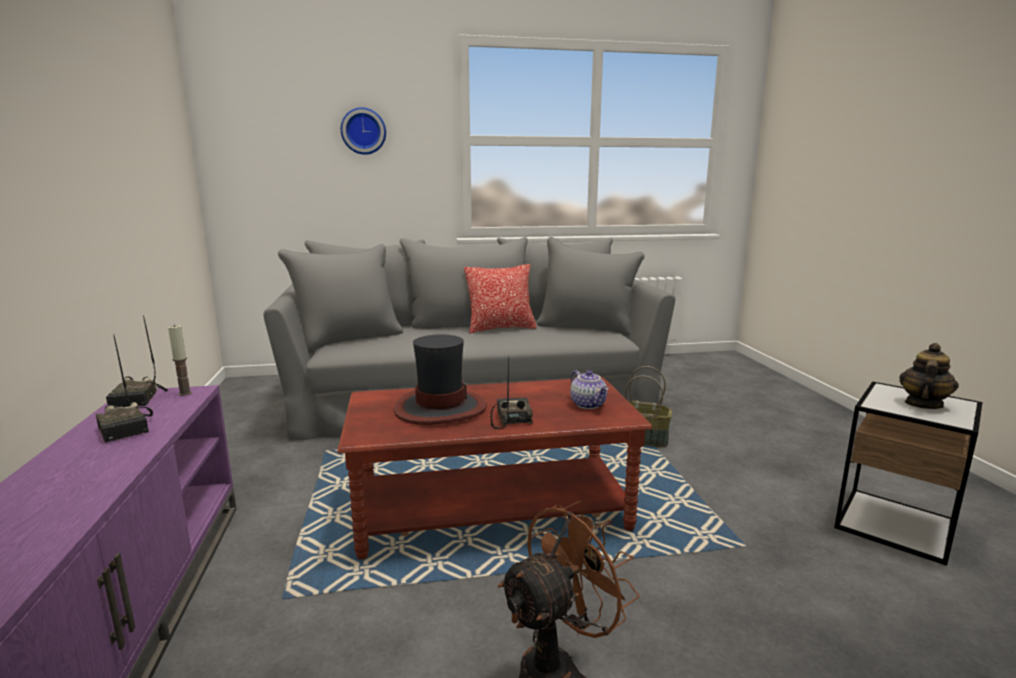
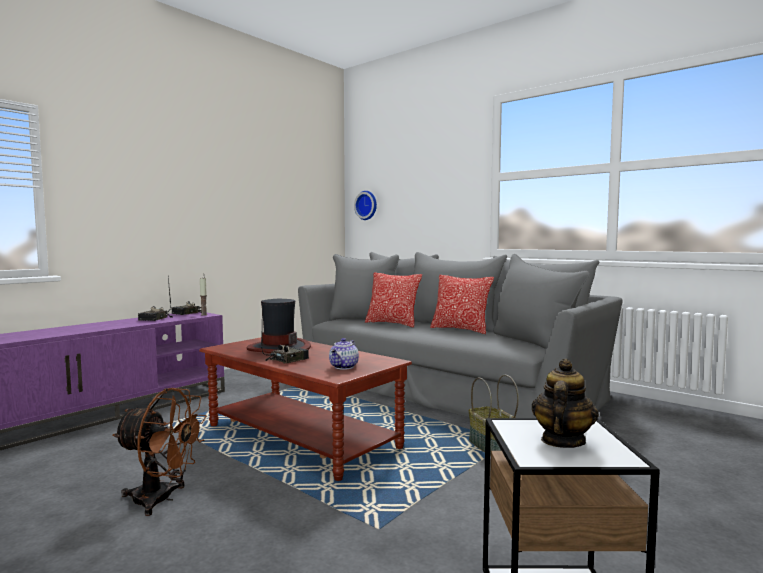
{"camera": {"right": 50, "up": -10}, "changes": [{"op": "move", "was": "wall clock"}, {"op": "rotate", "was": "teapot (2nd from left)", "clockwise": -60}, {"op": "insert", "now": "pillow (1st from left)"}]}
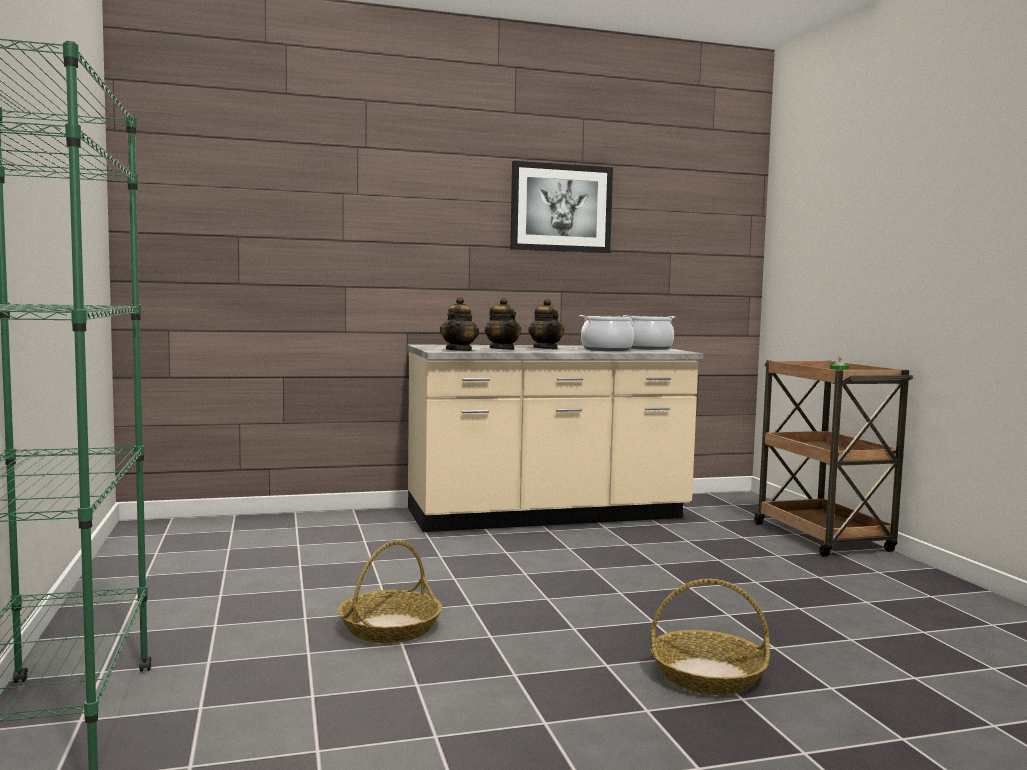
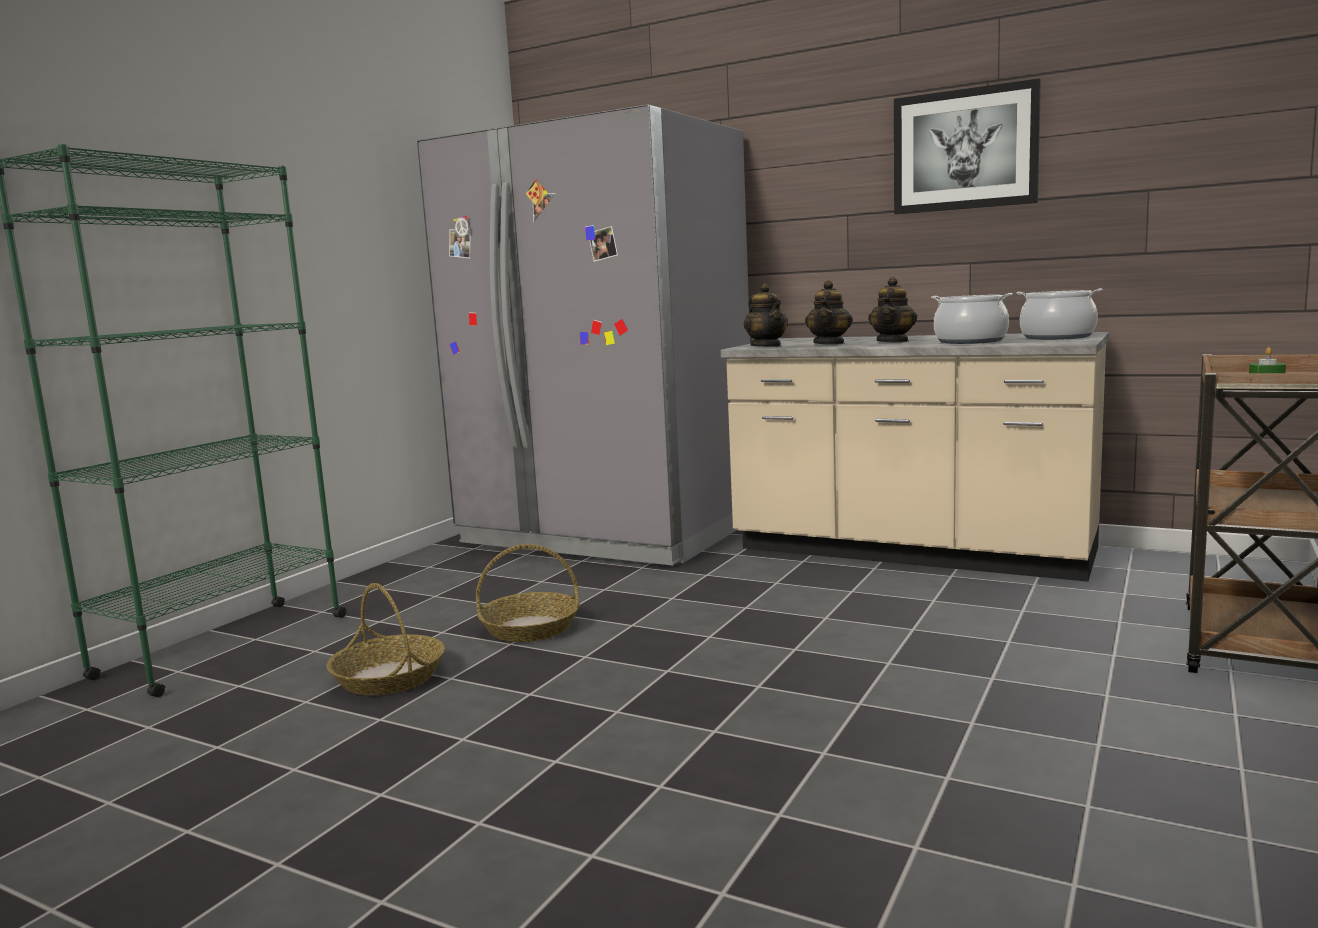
{"camera": {"right": 45, "up": 5}, "changes": [{"op": "rotate", "was": "teapot (1st from left)", "clockwise": -75}, {"op": "move", "was": "basket (2nd from left in the first image)", "now": "basket (1st from left)"}, {"op": "insert", "now": "grey fridge"}]}
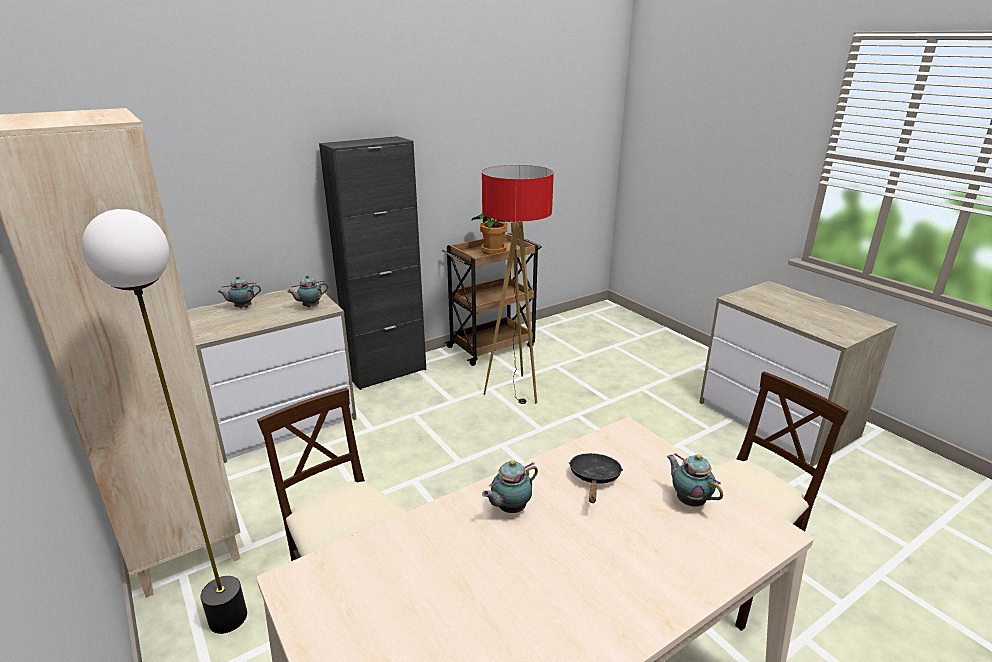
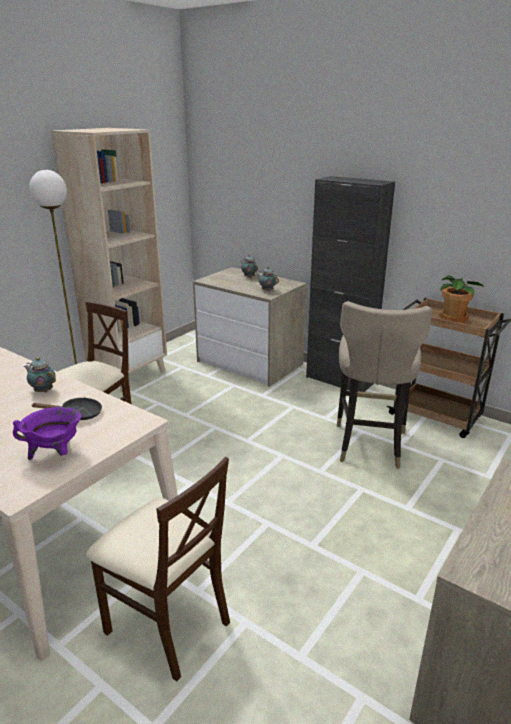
{"camera": {"right": 70, "up": 0}, "changes": [{"op": "replace", "was": "floor lamp (2nd from left)", "now": "beige stool"}, {"op": "replace", "was": "teapot (4th from left)", "now": "purple cooking pot"}]}
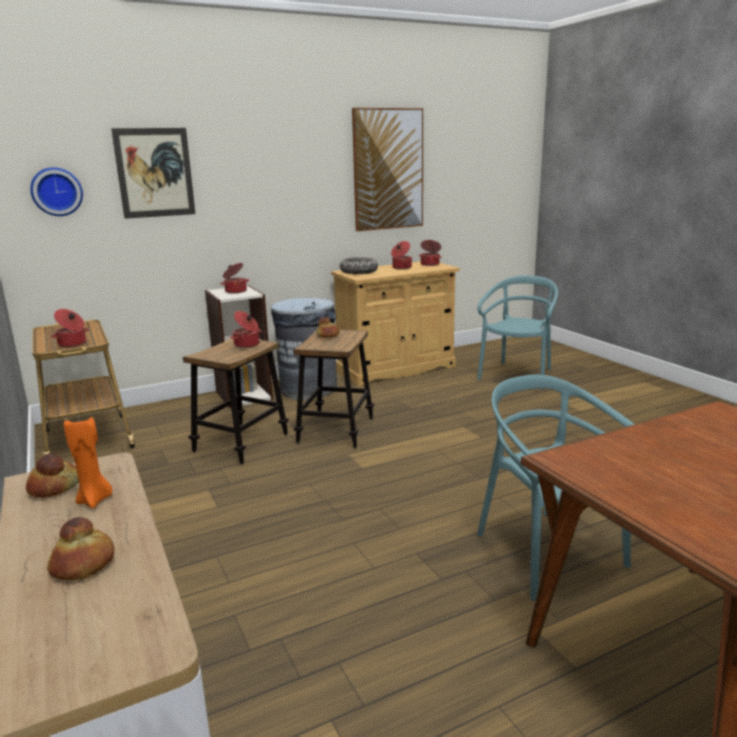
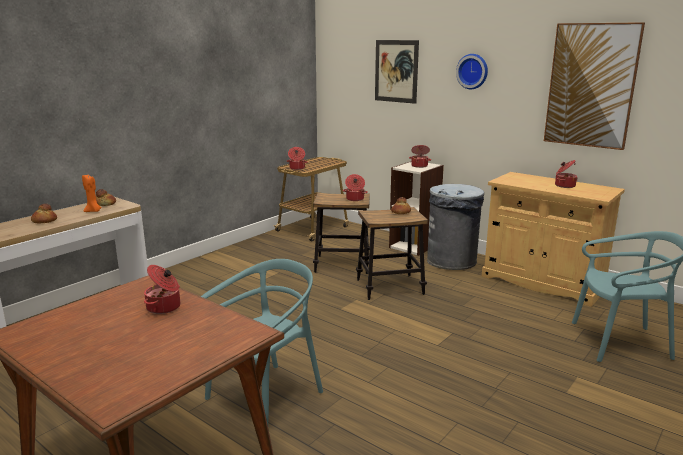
{"camera": {"right": 65, "up": 0}, "changes": [{"op": "move", "was": "wall clock"}, {"op": "move", "was": "cooking pot (5th from left in the first image)", "now": "cooking pot (1st from left)"}, {"op": "delete", "was": "bowl"}]}
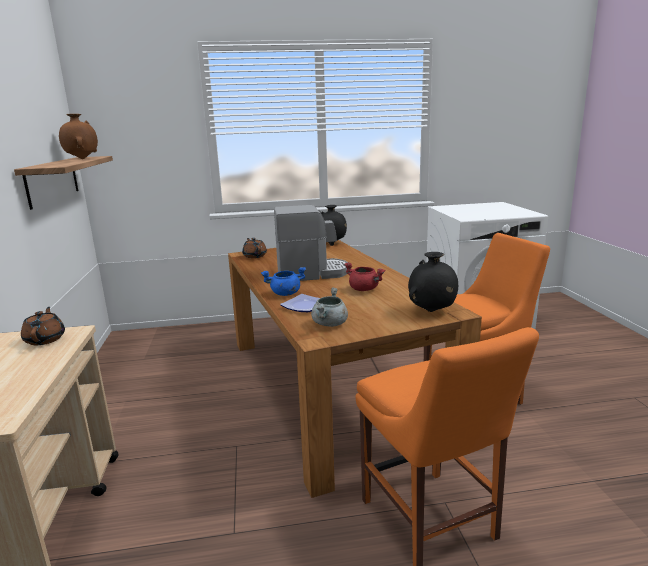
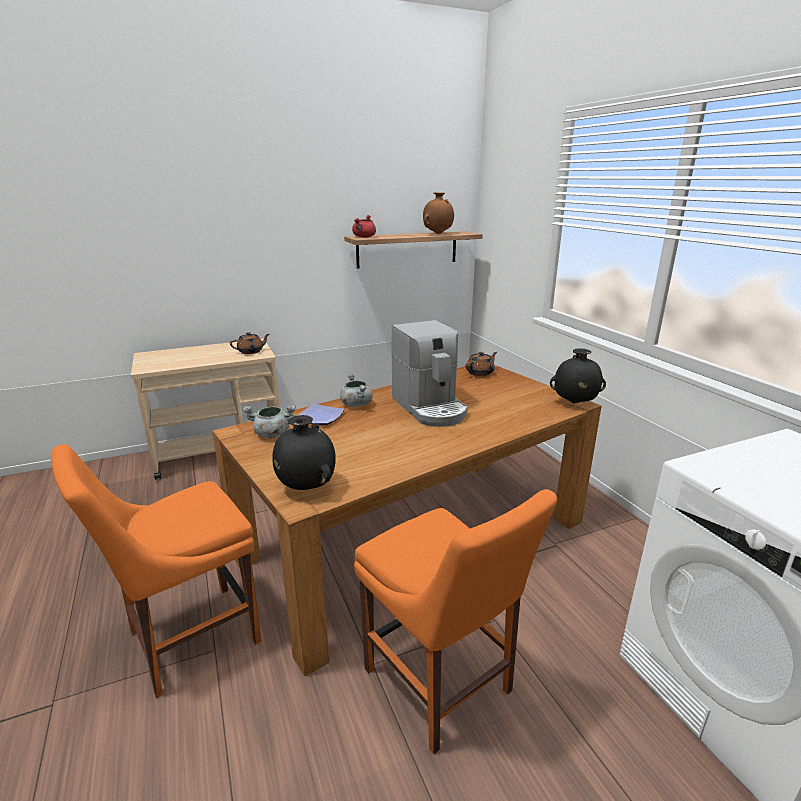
{"camera": {"right": 75, "up": 5}, "changes": [{"op": "move", "was": "red cooking pot"}, {"op": "recolor", "was": "blue cooking pot", "now": "grey cooking pot (2nd from left)"}]}
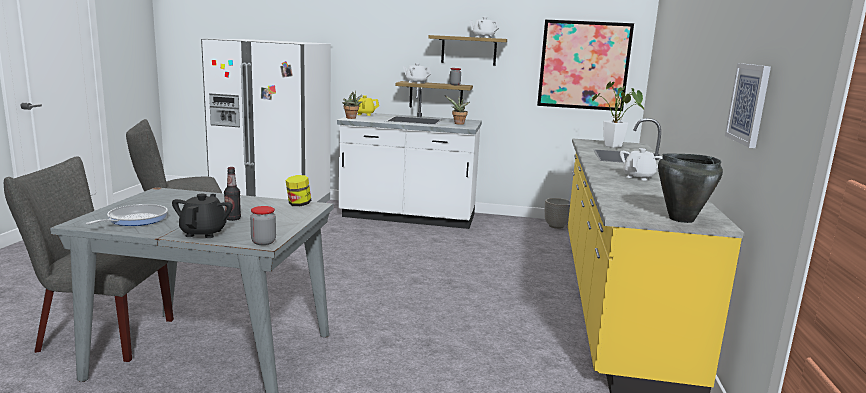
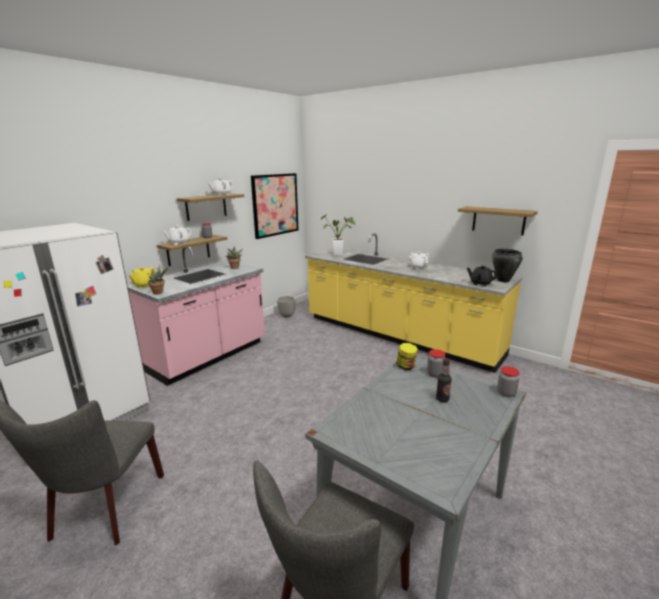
{"camera": {"right": -60, "up": 5}, "changes": [{"op": "replace", "was": "picture (2nd from left)", "now": "shelf (3rd from left)"}, {"op": "recolor", "was": "white counter", "now": "pink counter"}, {"op": "move", "was": "black teapot"}, {"op": "delete", "was": "frying pan"}, {"op": "insert", "now": "jar (3rd from left)"}]}
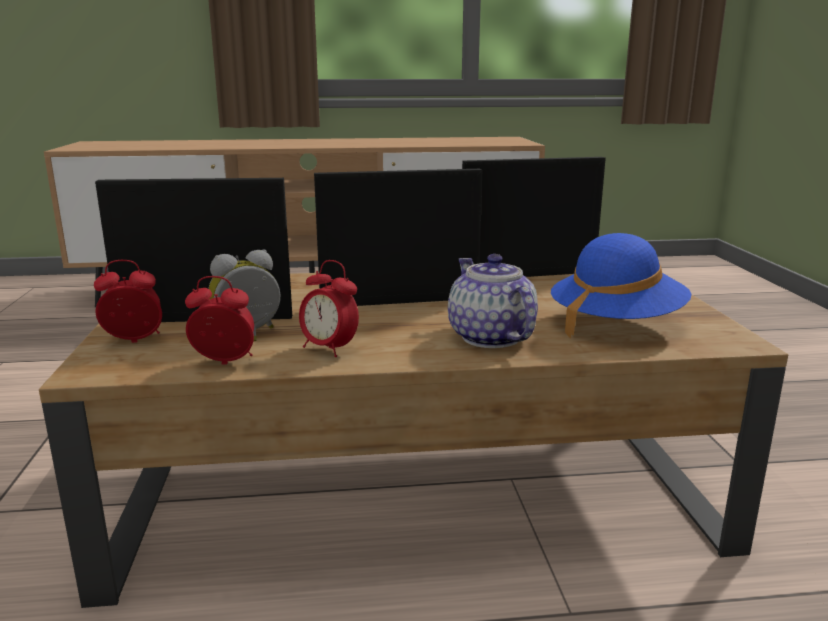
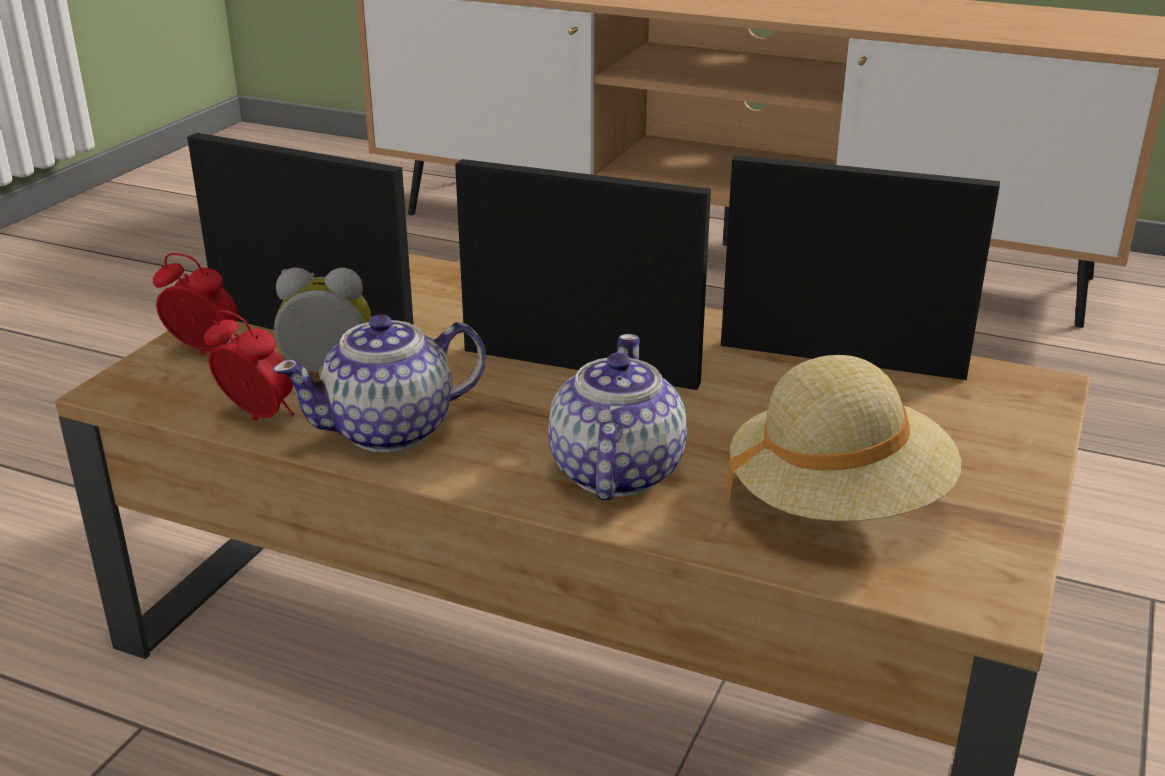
{"camera": {"right": 30, "up": 10}, "changes": [{"op": "recolor", "was": "blue hat", "now": "beige hat"}, {"op": "replace", "was": "alarm clock (4th from left)", "now": "teapot (1st from left)"}]}
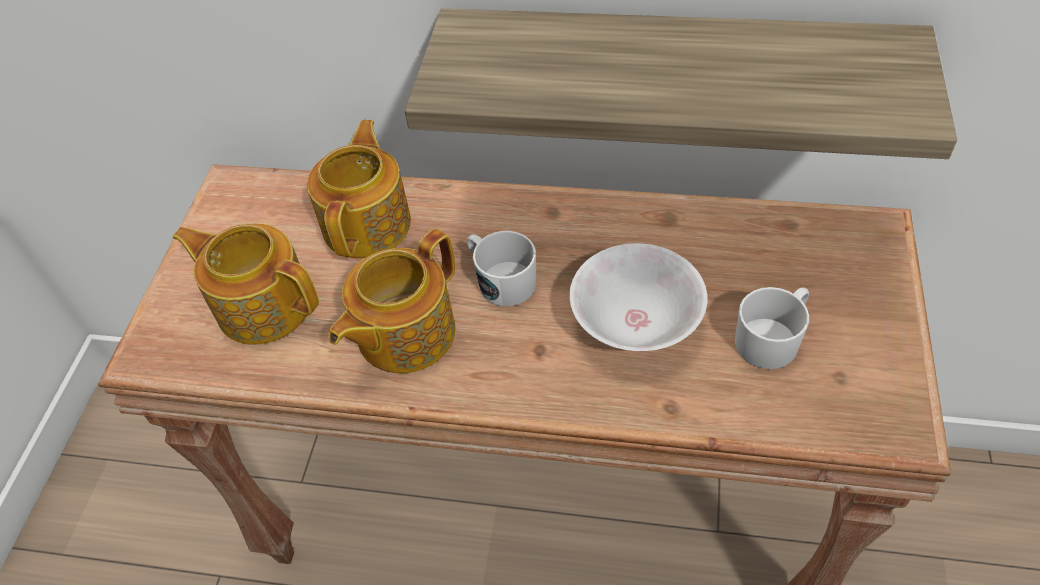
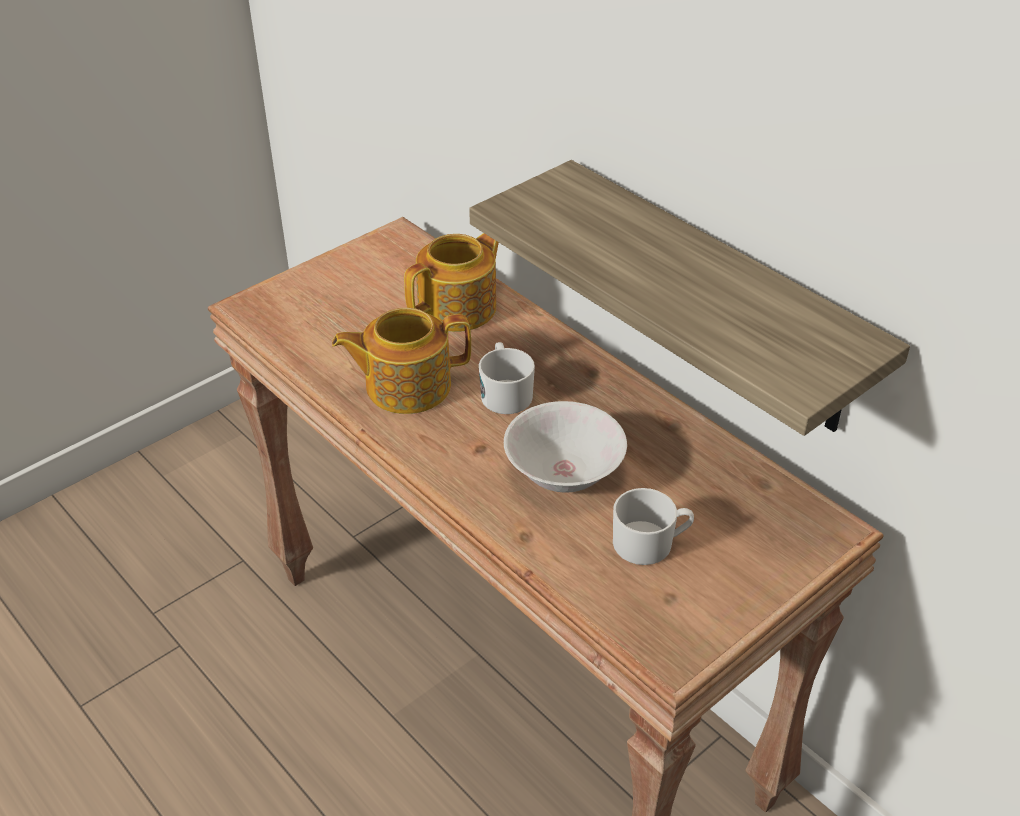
{"camera": {"right": 35, "up": -10}, "changes": [{"op": "delete", "was": "teapot (1st from left)"}]}
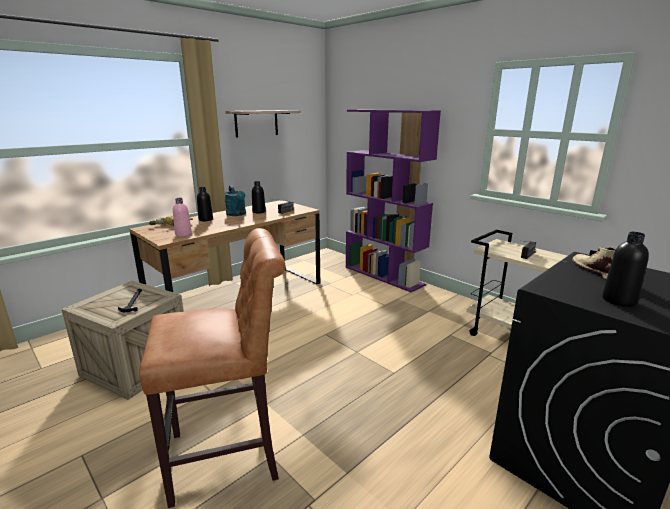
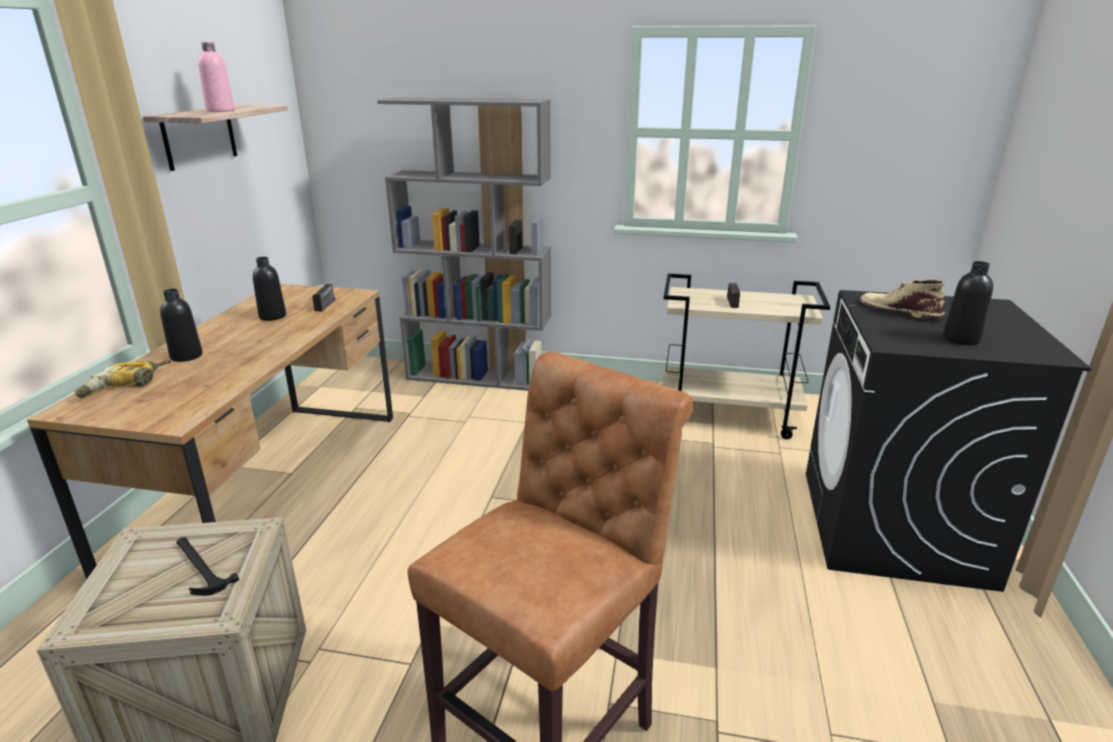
{"camera": {"right": -35, "up": 5}, "changes": [{"op": "recolor", "was": "purple bookcase", "now": "grey bookcase"}, {"op": "delete", "was": "turquoise watering can"}, {"op": "move", "was": "pink bottle"}]}
